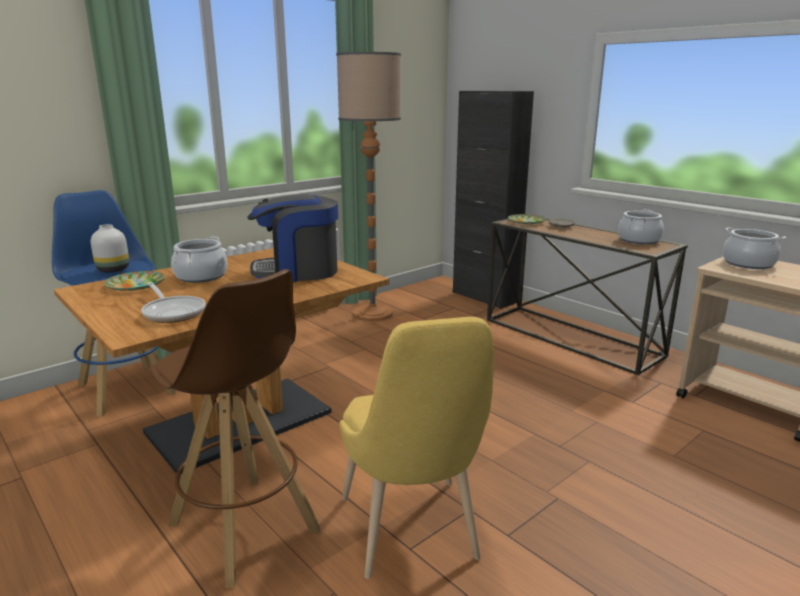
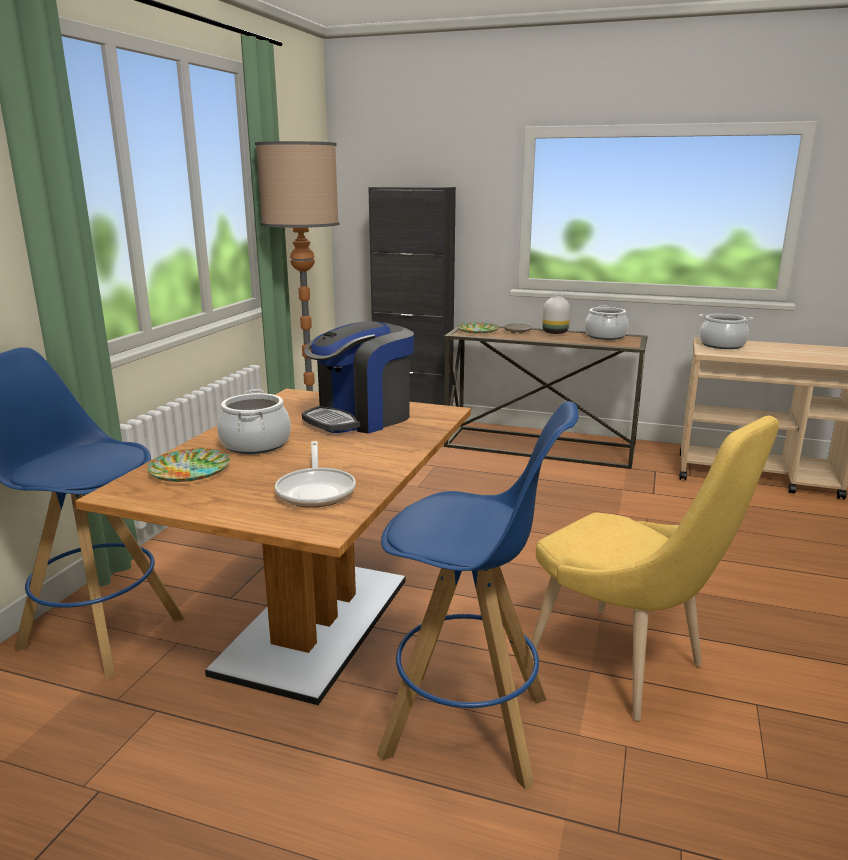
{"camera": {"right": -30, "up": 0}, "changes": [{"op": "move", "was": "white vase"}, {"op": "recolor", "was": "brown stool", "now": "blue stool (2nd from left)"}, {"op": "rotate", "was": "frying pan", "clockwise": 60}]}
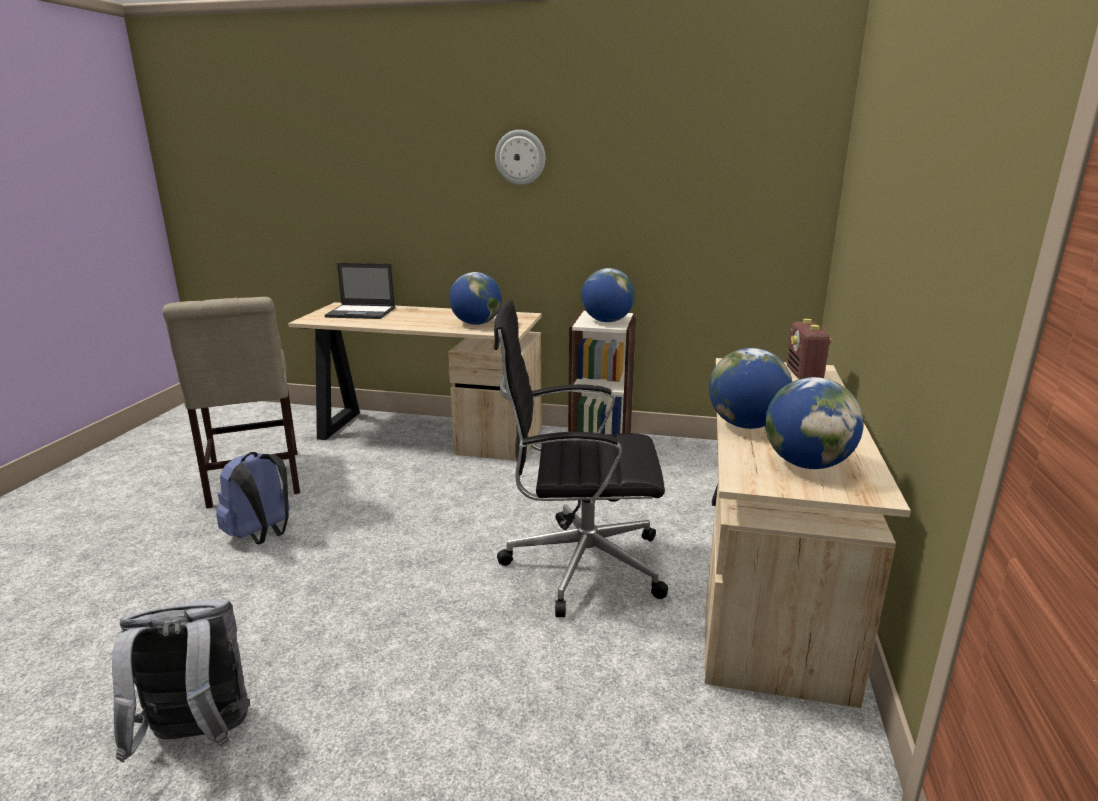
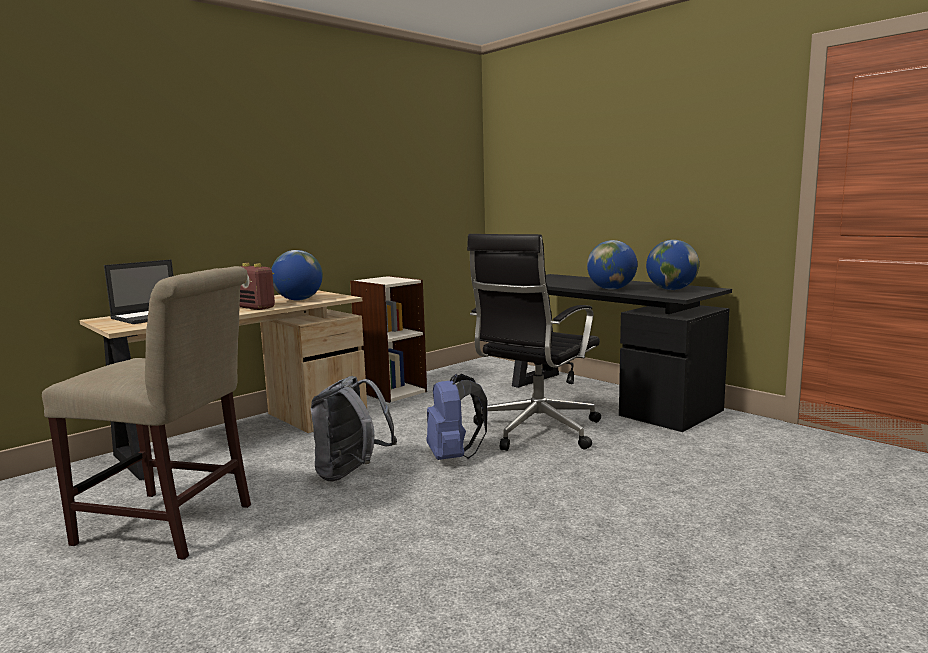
{"camera": {"right": -55, "up": -10}, "changes": [{"op": "delete", "was": "wall clock"}, {"op": "delete", "was": "globe (2nd from left)"}, {"op": "move", "was": "radio"}, {"op": "recolor", "was": "beige desk (2nd from left)", "now": "black desk"}, {"op": "move", "was": "blue backpack"}, {"op": "move", "was": "grey backpack"}]}
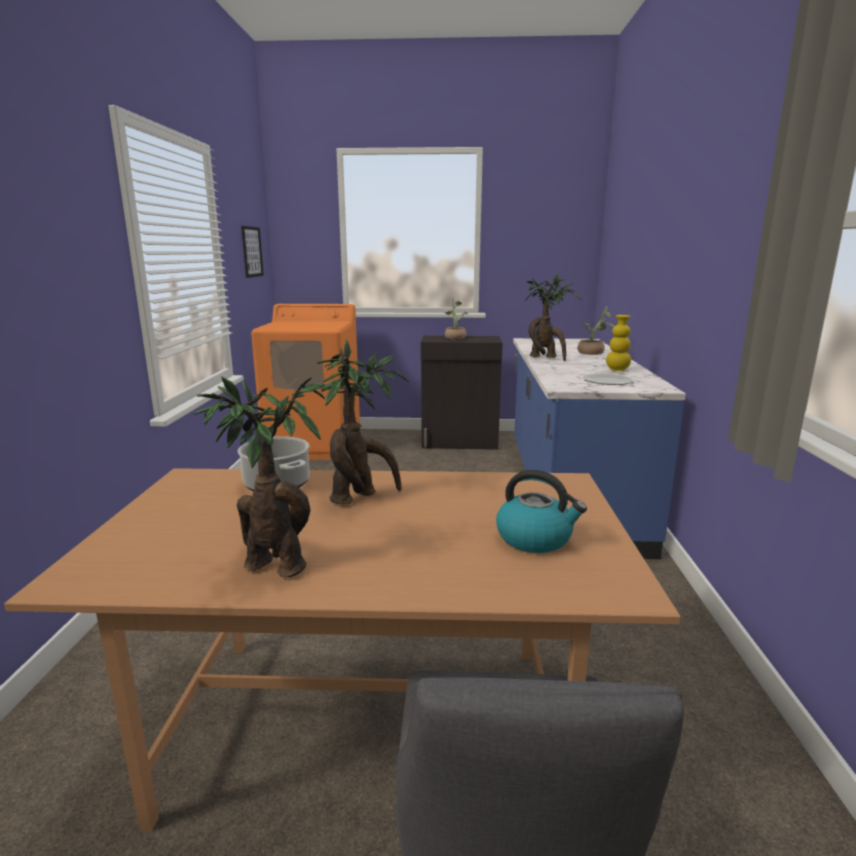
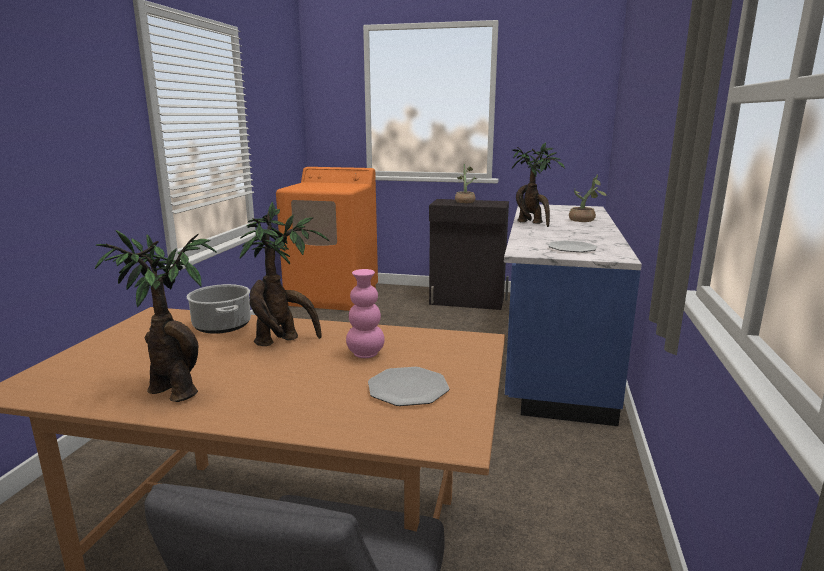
{"camera": {"right": 10, "up": 0}, "changes": [{"op": "delete", "was": "picture"}, {"op": "delete", "was": "yellow vase"}, {"op": "replace", "was": "kettle", "now": "plate (1st from left)"}, {"op": "insert", "now": "pink vase"}]}
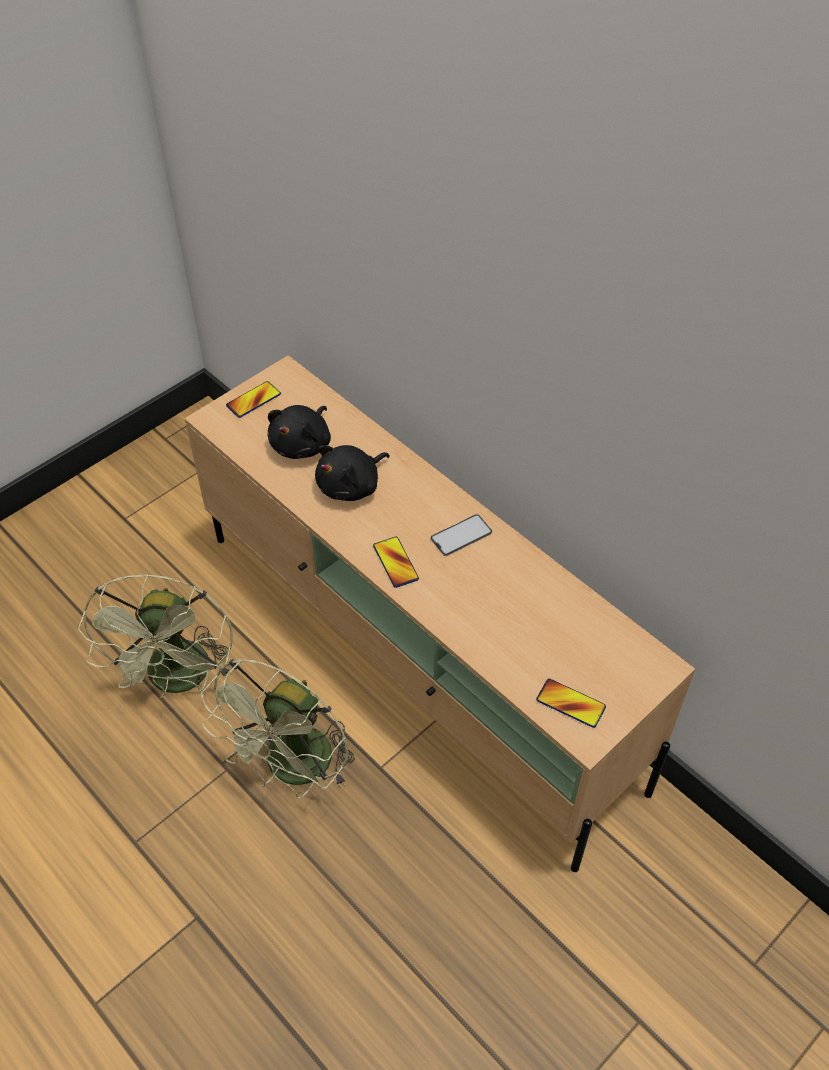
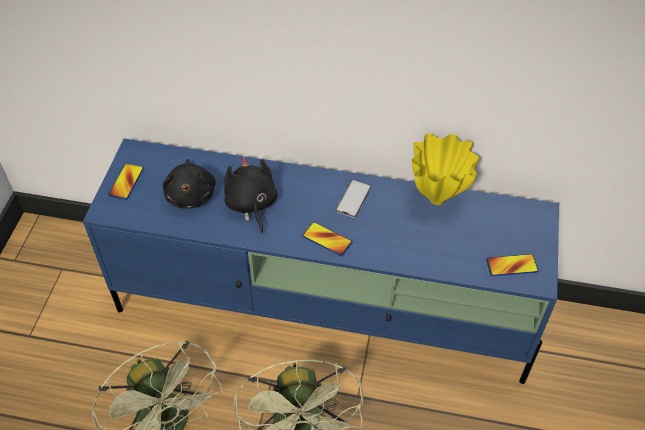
{"camera": {"right": -35, "up": 0}, "changes": [{"op": "recolor", "was": "beige tv stand", "now": "blue tv stand"}, {"op": "rotate", "was": "black plush toy (2nd from left)", "clockwise": 150}, {"op": "insert", "now": "yellow vase"}]}
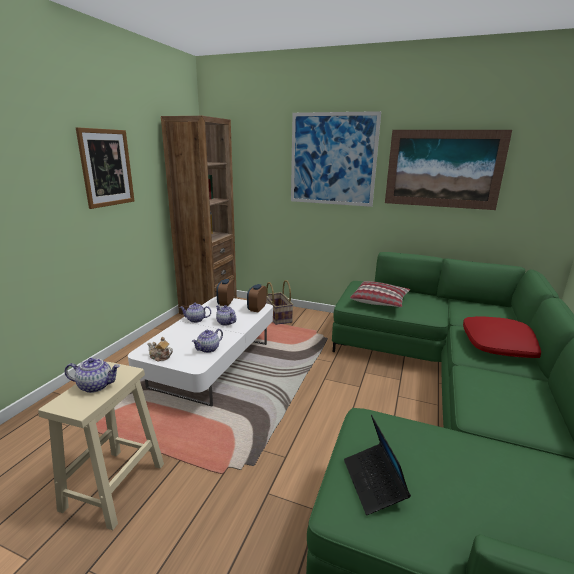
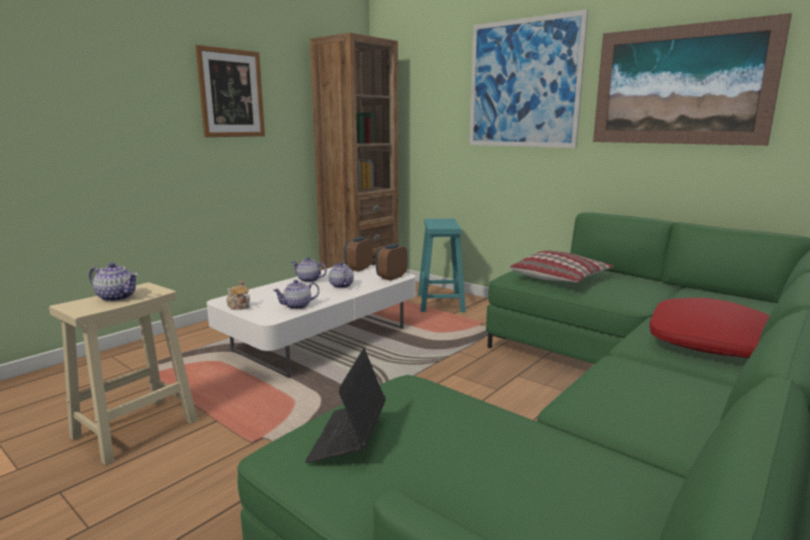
{"camera": {"right": 20, "up": -5}, "changes": [{"op": "replace", "was": "basket", "now": "turquoise stool"}]}
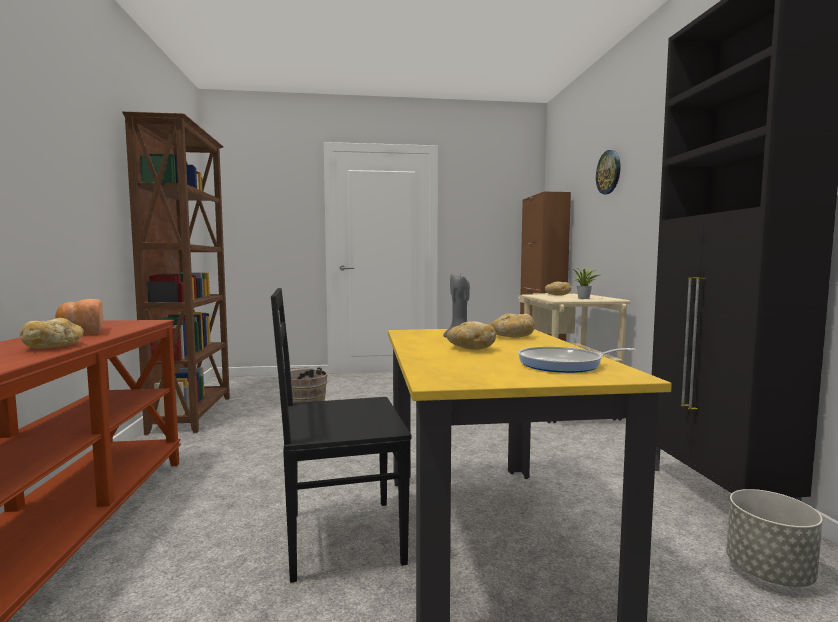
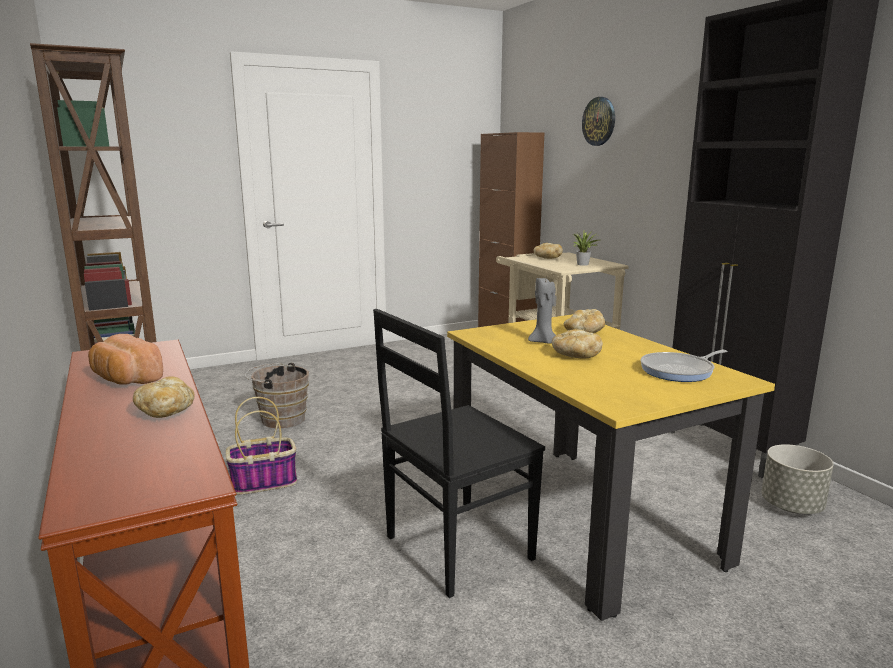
{"camera": {"right": -20, "up": 10}, "changes": [{"op": "insert", "now": "basket"}]}
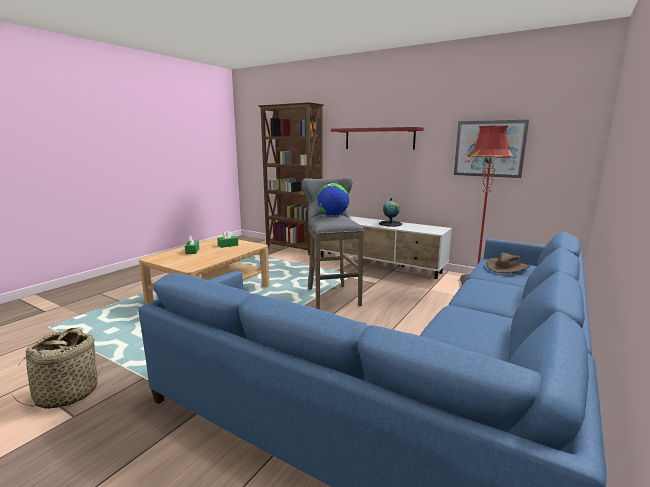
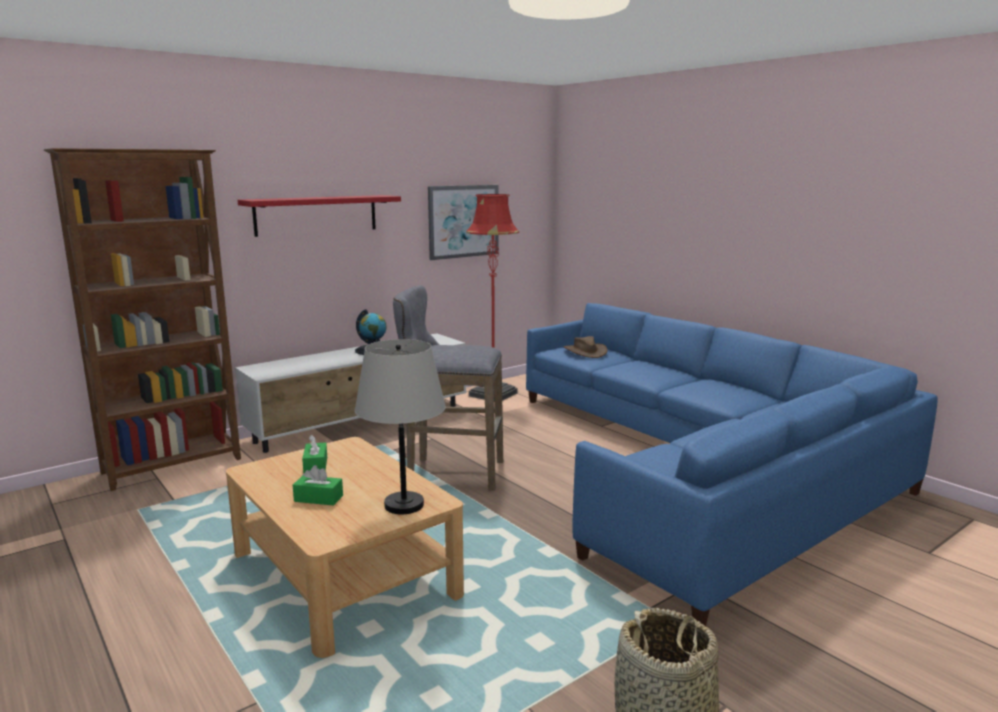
{"camera": {"right": -70, "up": 0}, "changes": [{"op": "delete", "was": "globe (1st from left)"}, {"op": "insert", "now": "grey table lamp"}]}
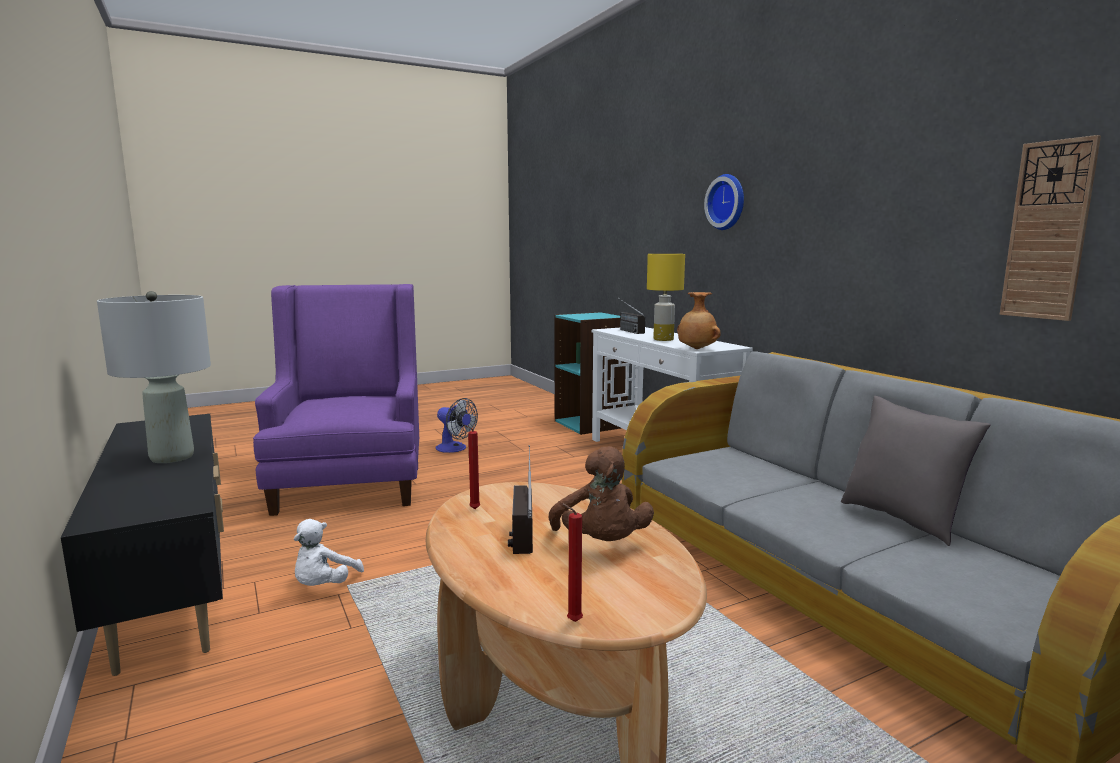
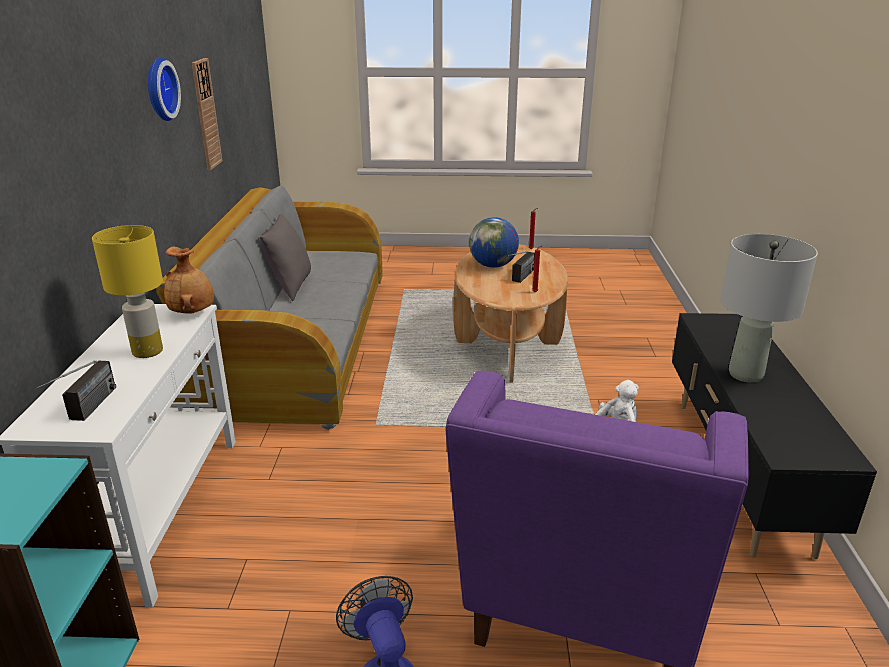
{"camera": {"right": -150, "up": 15}, "changes": [{"op": "move", "was": "wall clock (1st from left)"}, {"op": "replace", "was": "brown plush toy", "now": "globe"}]}
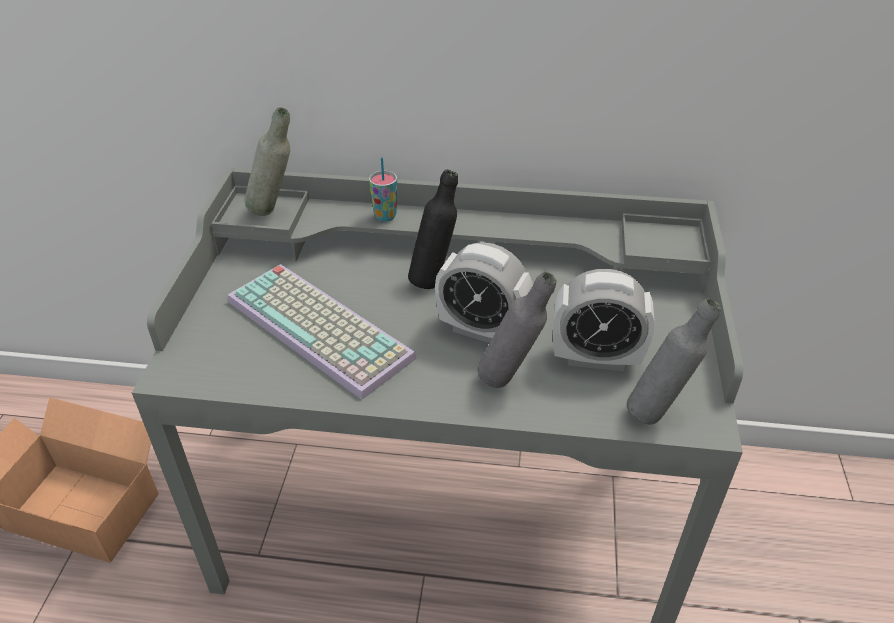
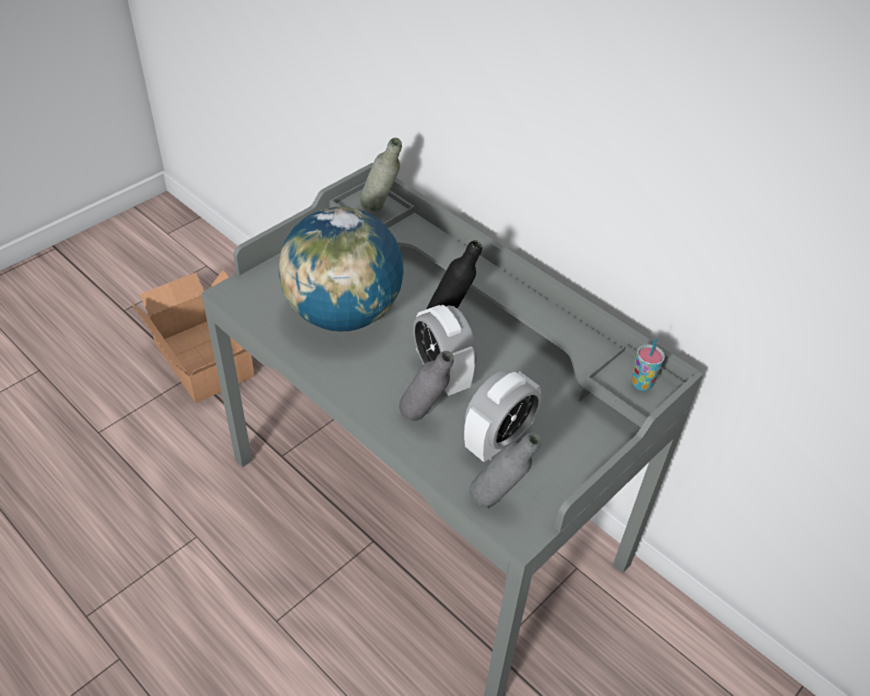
{"camera": {"right": 35, "up": 5}, "changes": [{"op": "move", "was": "cup"}, {"op": "replace", "was": "keyboard", "now": "globe"}, {"op": "rotate", "was": "alarm clock (2nd from left)", "clockwise": -90}]}
